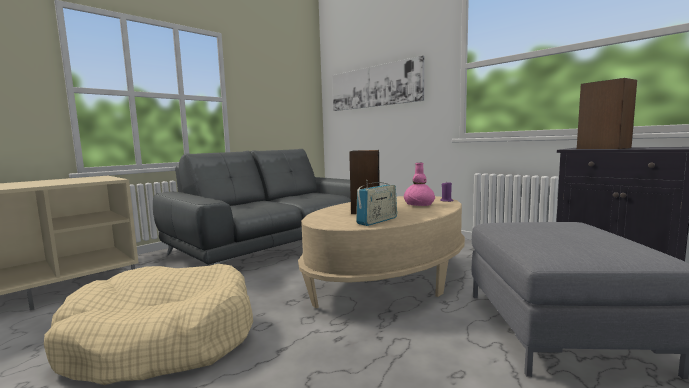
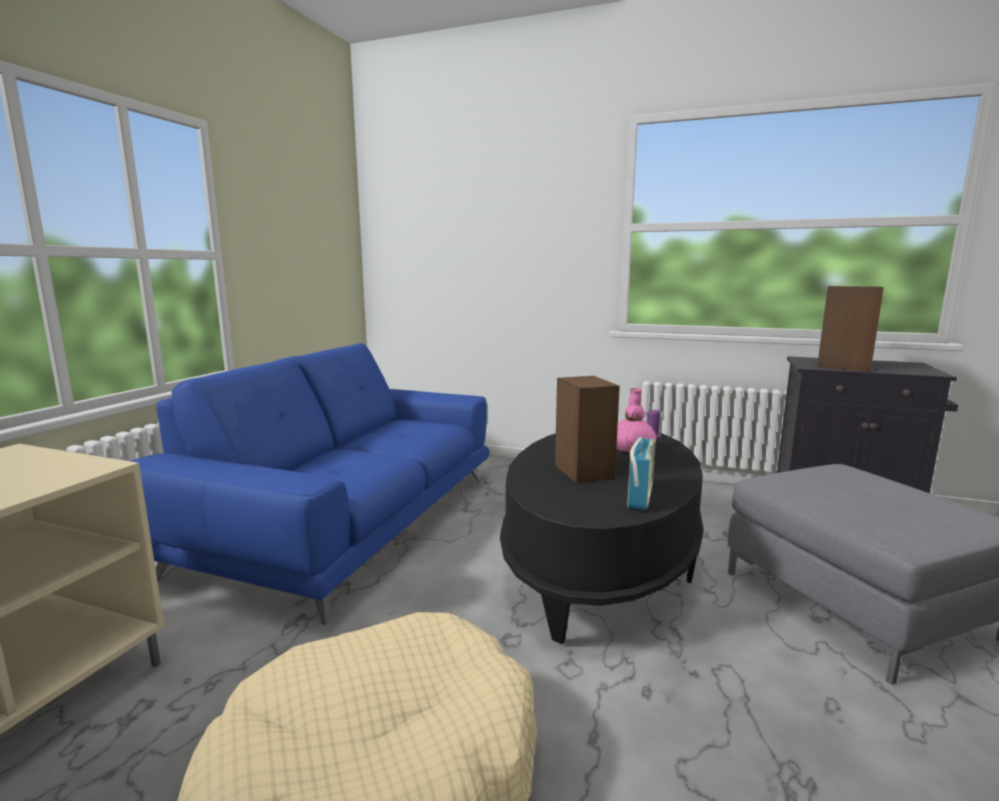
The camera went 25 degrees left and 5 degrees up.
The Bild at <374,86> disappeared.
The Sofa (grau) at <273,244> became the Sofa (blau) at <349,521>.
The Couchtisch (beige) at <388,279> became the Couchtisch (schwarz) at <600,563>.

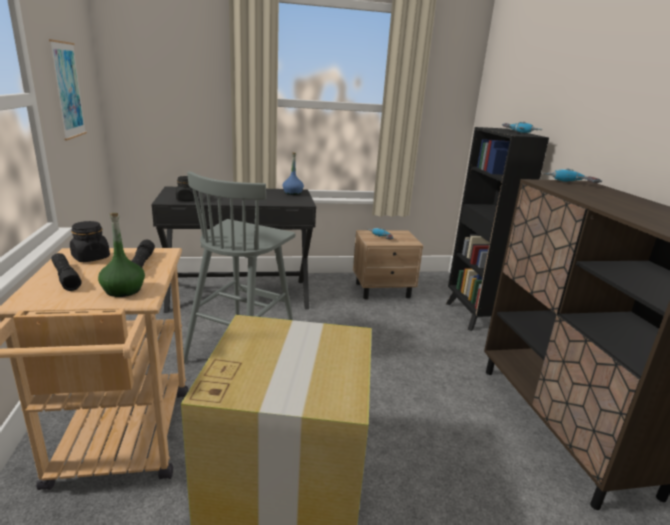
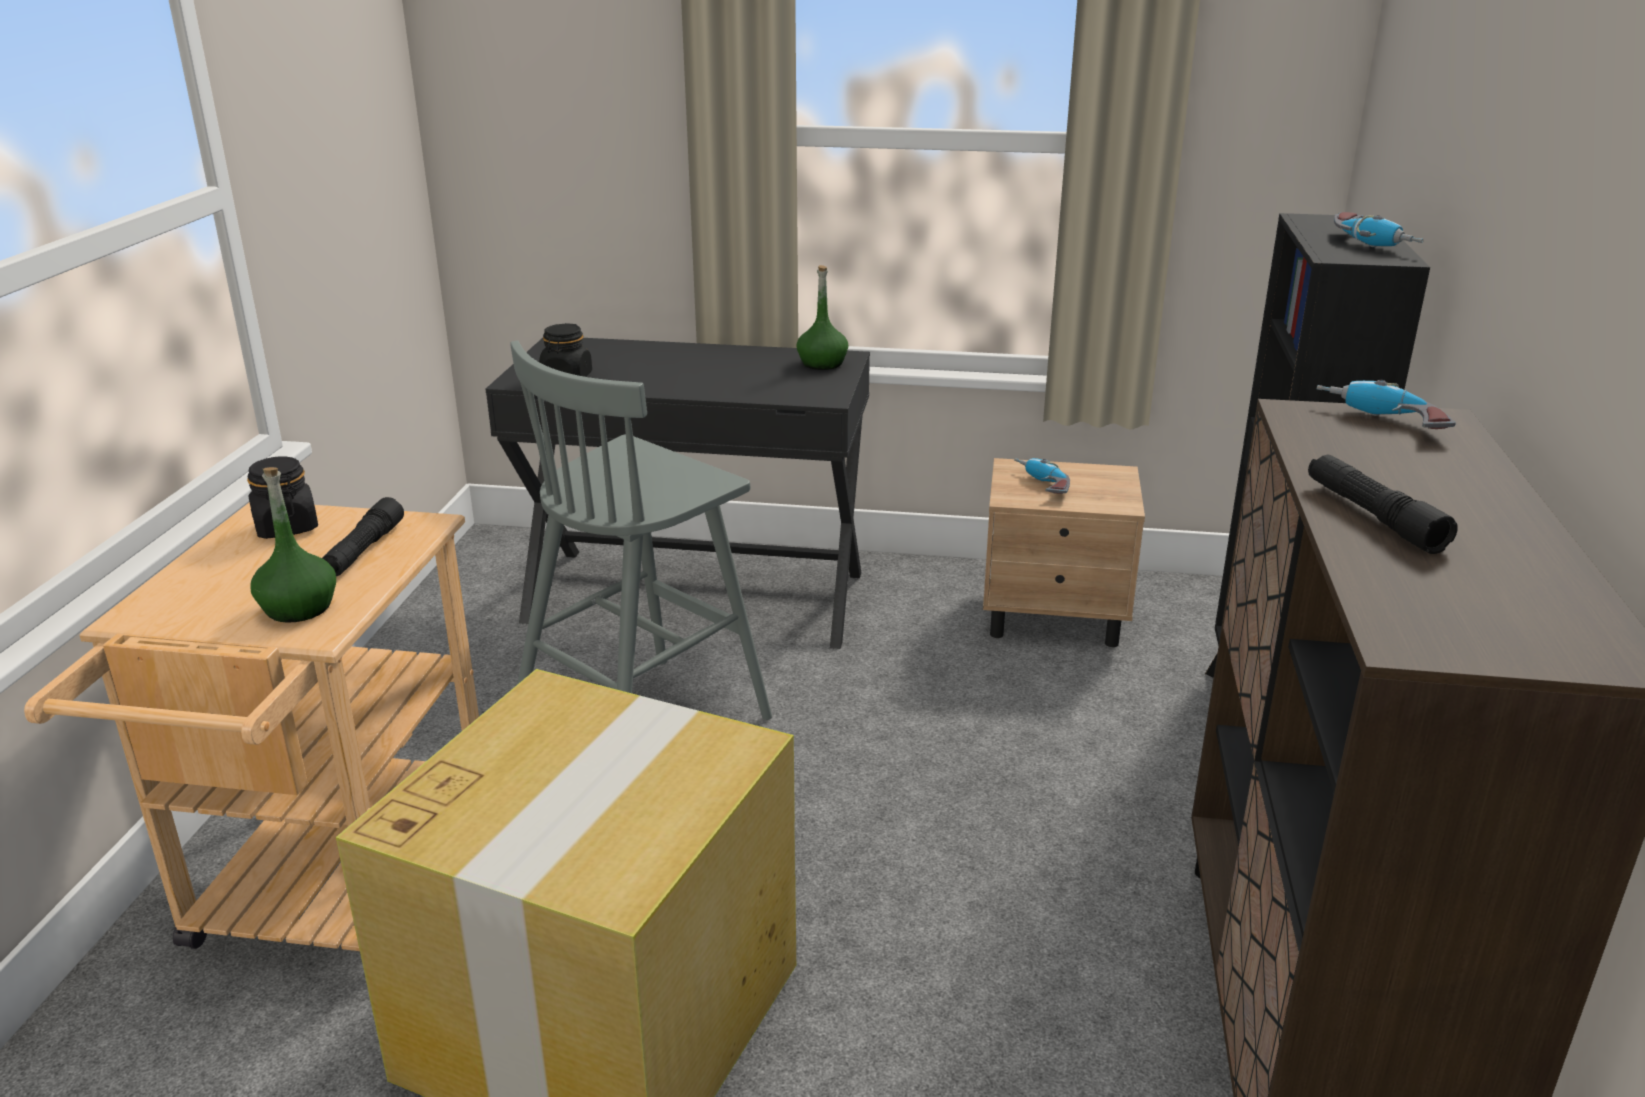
The camera went 20 degrees right and 5 degrees up.
The Bild at <68,90> disappeared.
The Taschenlampe (schwarz) moved from <65,277> to <1373,516>.
The Flasche (blau) at <293,193> became the Flasche (grün) at <822,364>.

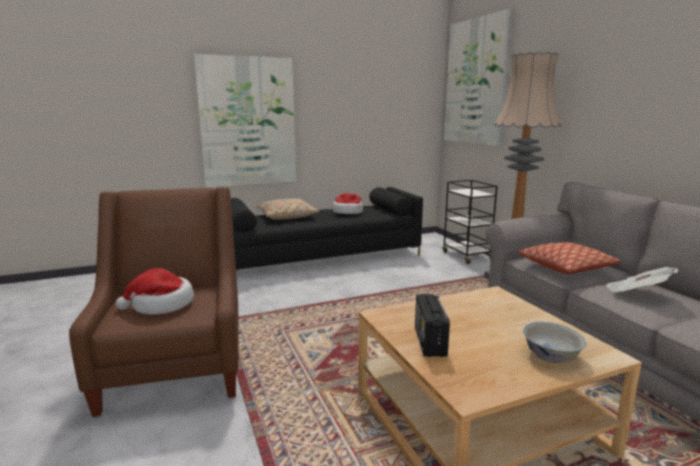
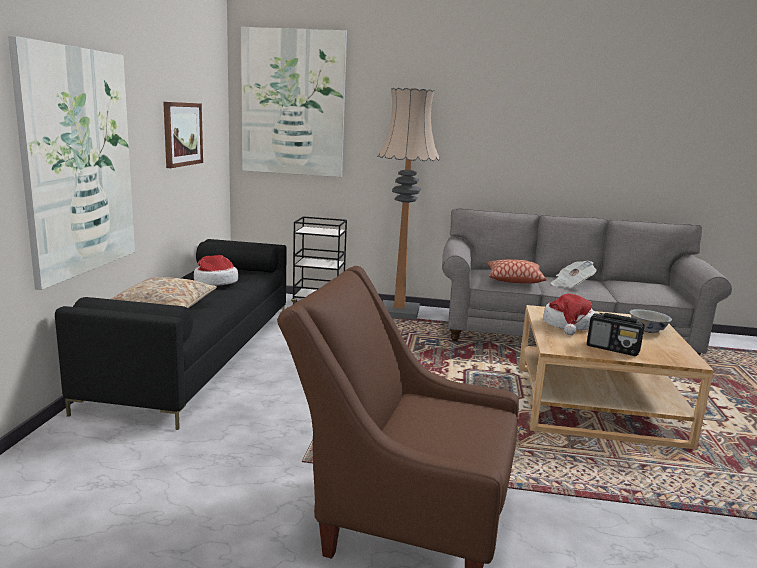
The camera went 60 degrees left and 0 degrees up.
The Bild at <182,134> appeared.
The Hut moved from <161,305> to <568,325>.

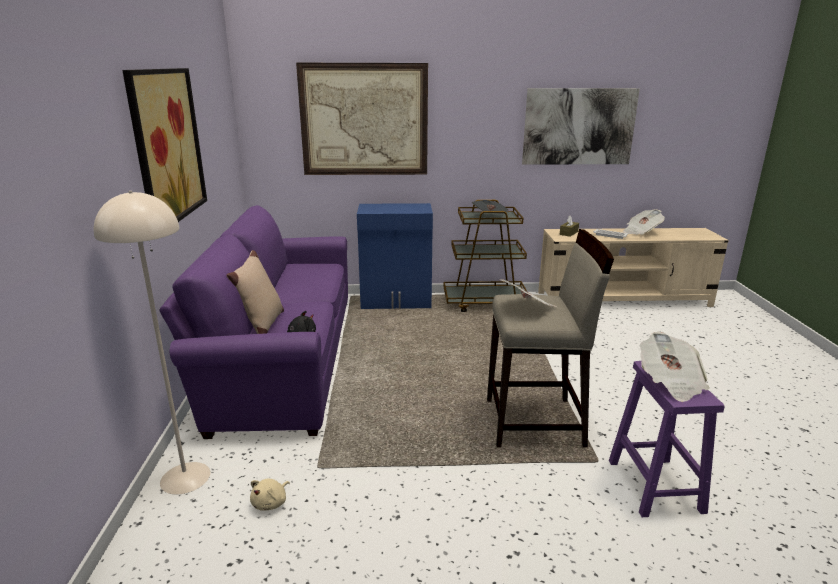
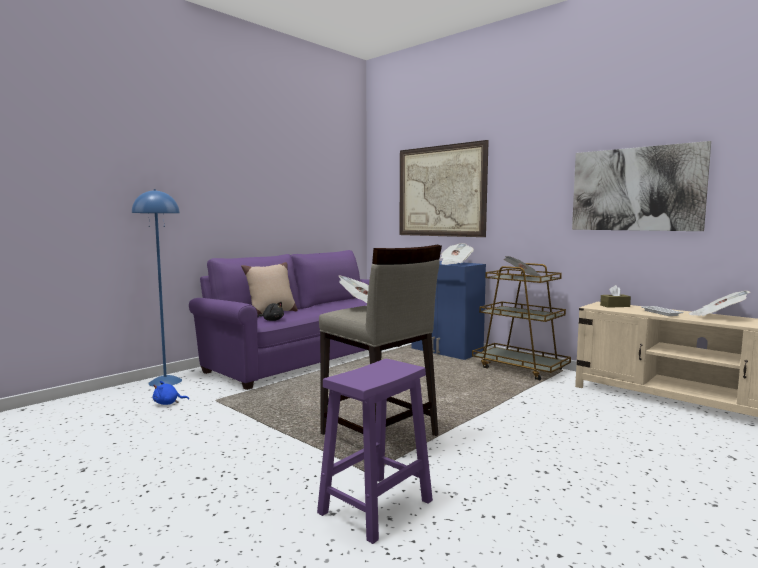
The camera went 45 degrees right and 15 degrees down.
The Bild at <167,146> disappeared.
The Zeitung moved from <670,382> to <455,263>.
The Stehlampe (beige) at <185,477> became the Stehlampe (blau) at <165,381>.
The Plüschtier (beige) at <271,503> became the Plüschtier (blau) at <168,403>.

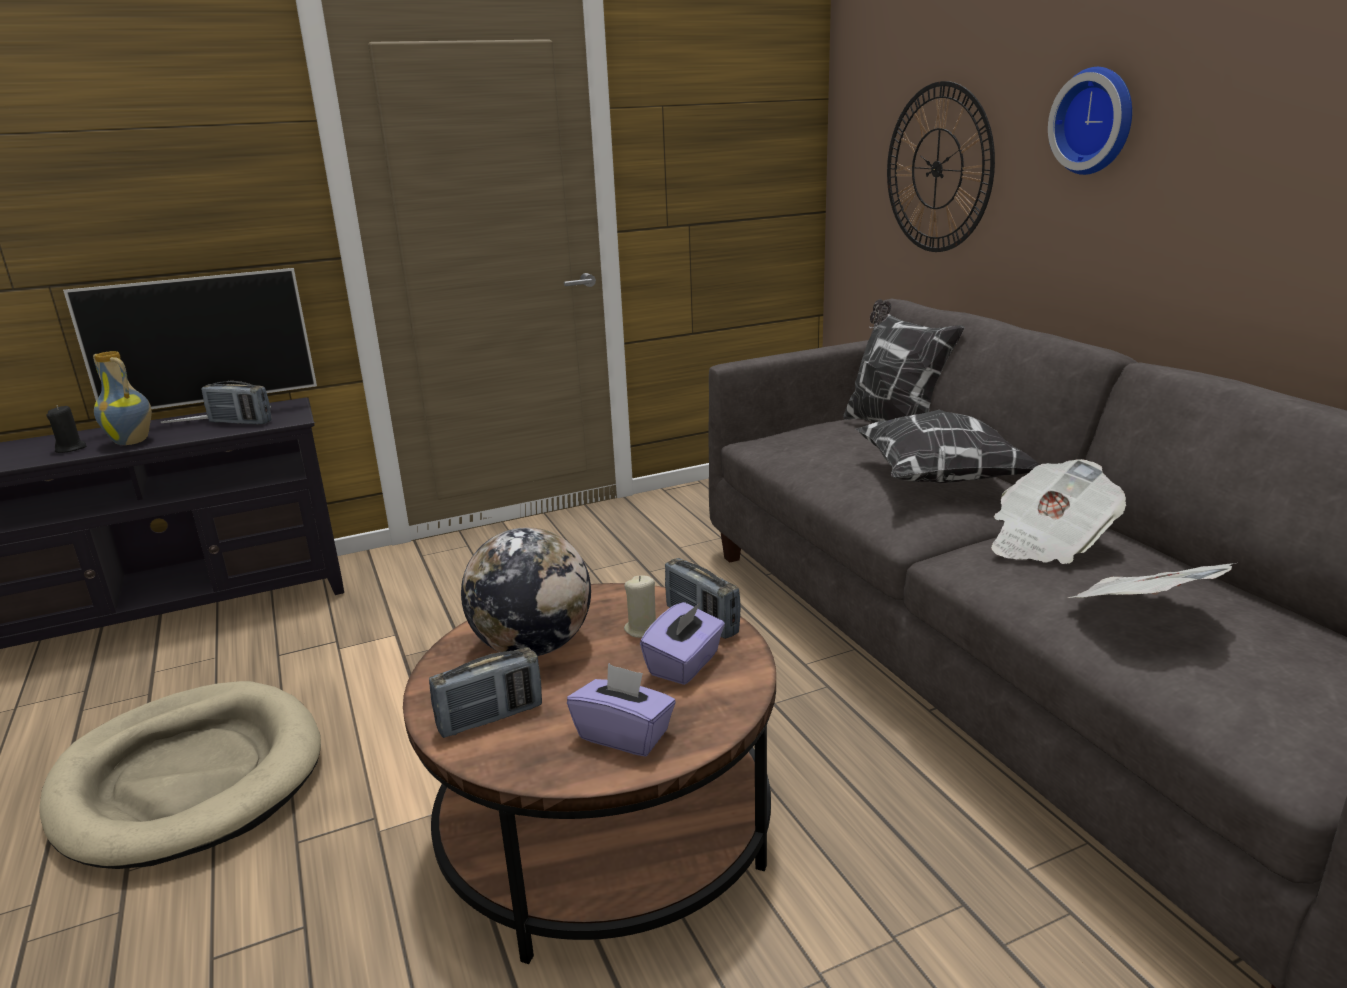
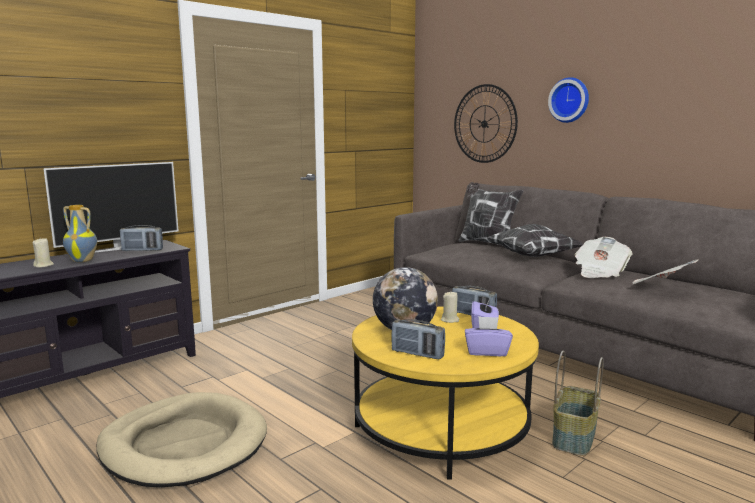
The camera went 20 degrees left and 10 degrees down.
The Korb at <575,437> appeared.
The Kerze (schwarz) at <71,448> became the Kerze (beige) at <43,265>.
The Couchtisch (braun) at <606,828> became the Couchtisch (gelb) at <441,427>.
The Radio at <490,718> turned 75 degrees clockwise.

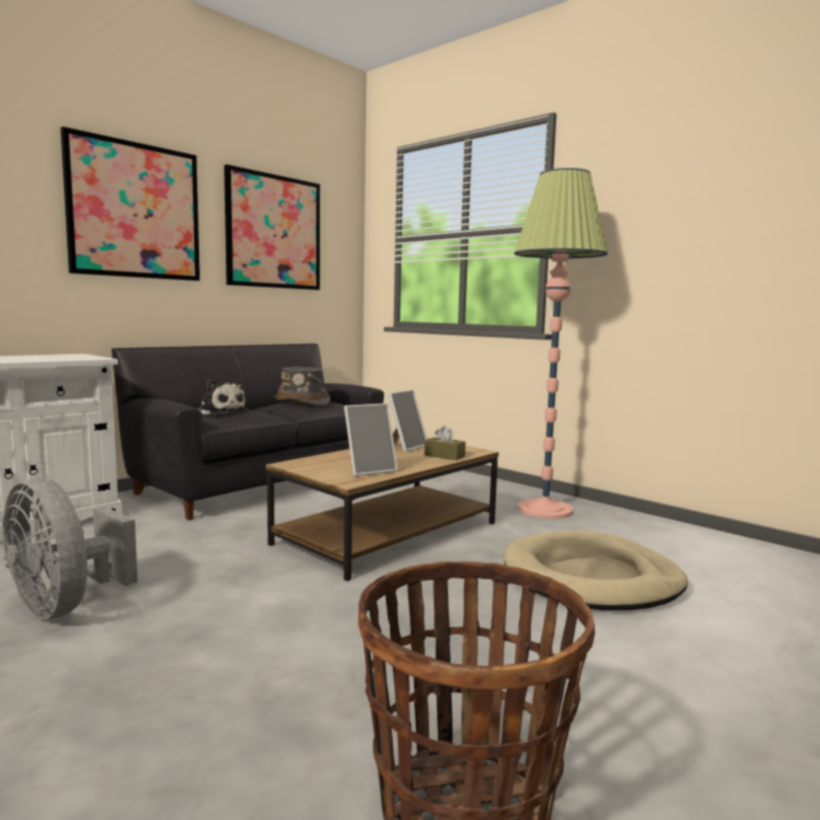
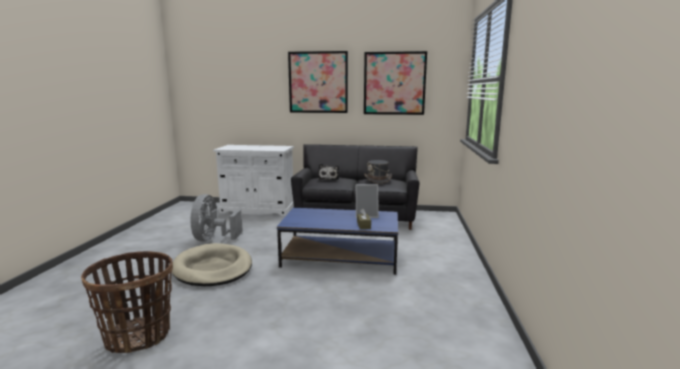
The camera went 55 degrees right and 5 degrees up.
The Bilderrahmen at <369,470> disappeared.
The Stehlampe at <545,509> disappeared.
The Hundebett (beige) moved from <592,578> to <213,268>.
The Couchtisch (braun) at <389,533> became the Couchtisch (blau) at <341,257>.

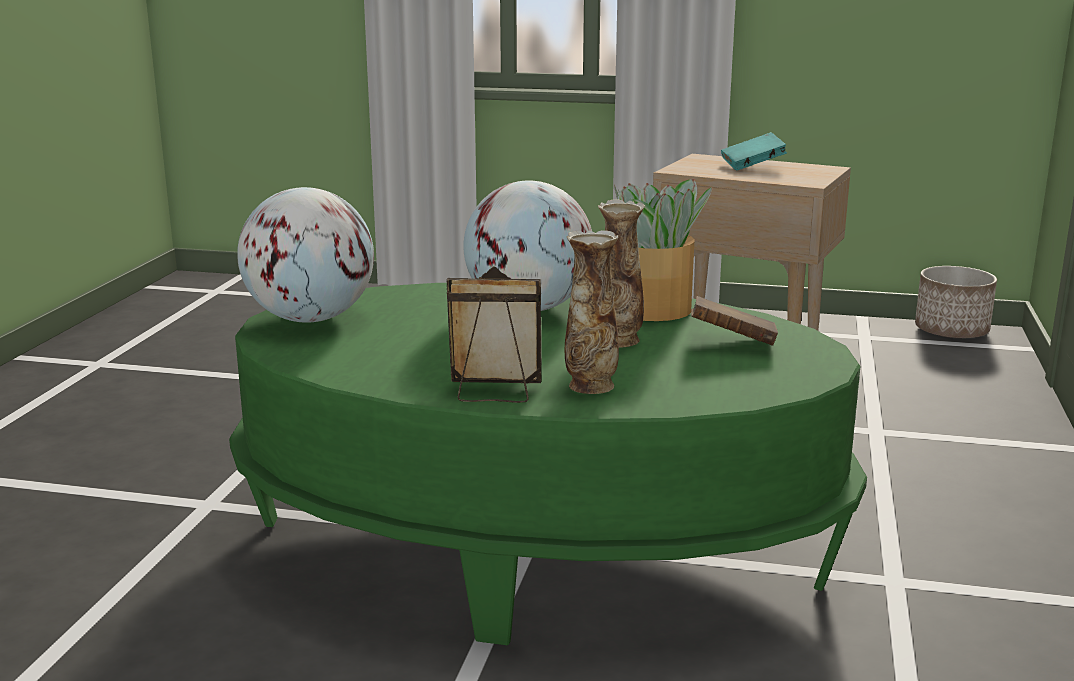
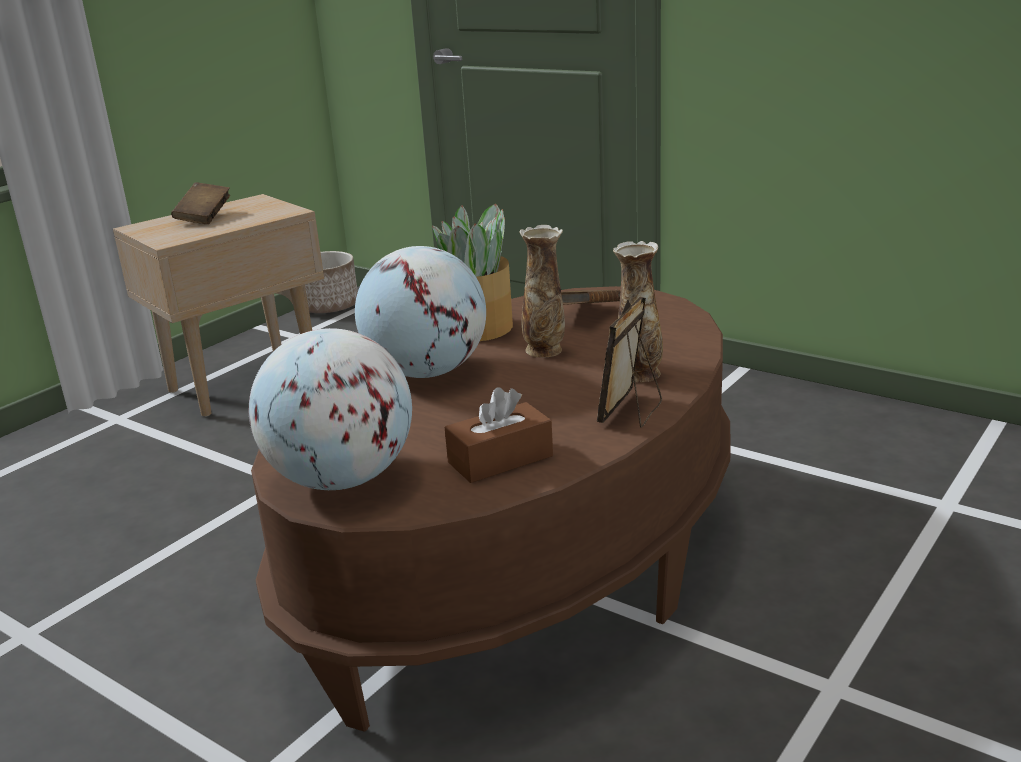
The camera went 65 degrees left and 5 degrees up.
The Taschentuchbox (braun) at <500,459> appeared.
The Couchtisch (grün) at <536,545> became the Couchtisch (braun) at <522,564>.
The Buch (türkis) at <752,166> became the Buch (braun) at <204,217>.

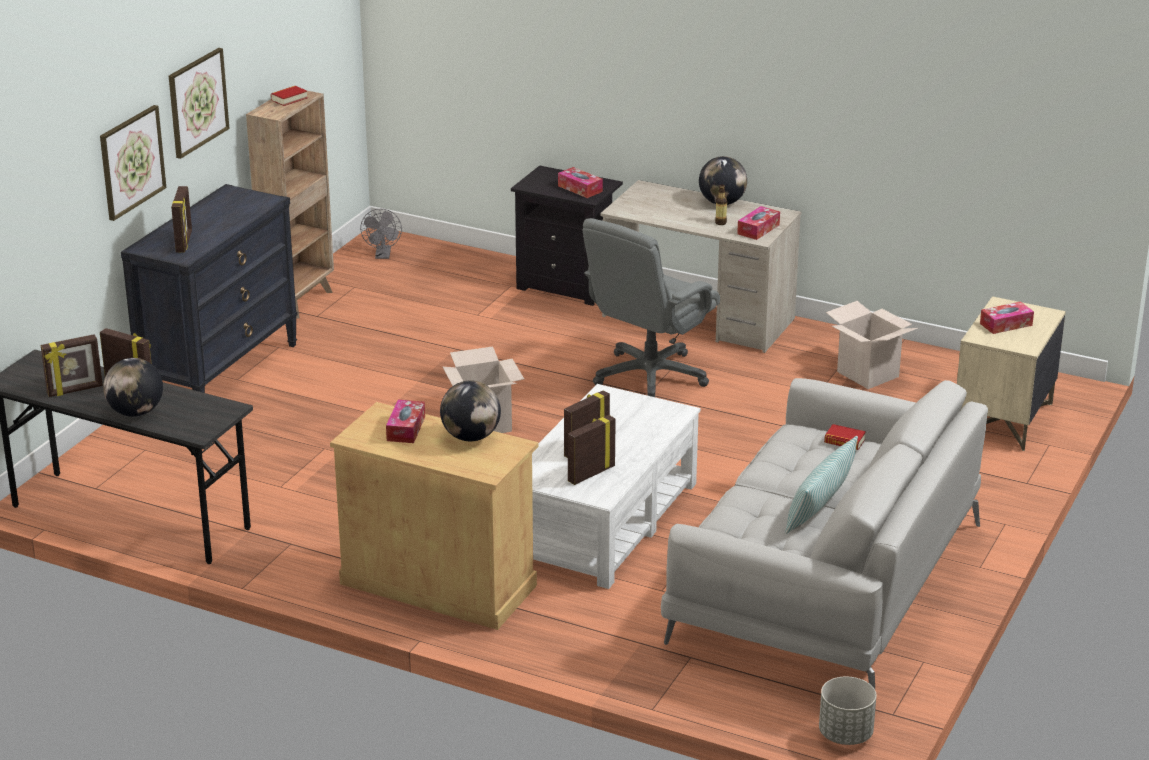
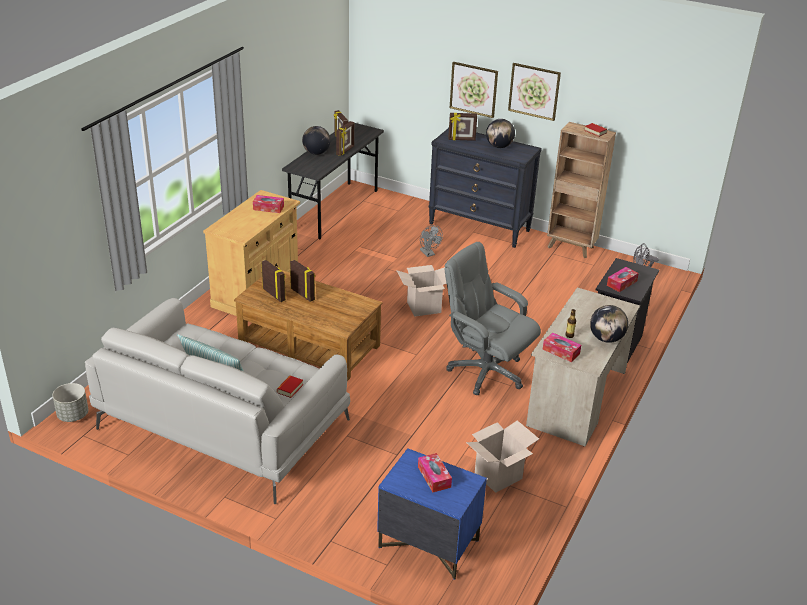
The camera went 90 degrees right and 5 degrees up.
The Ventilator (grau) at <428,254> appeared.
The Globus moved from <471,437> to <499,146>.
The Couchtisch (weiß) at <601,521> became the Couchtisch (braun) at <309,343>.
The Nachttisch (beige) at <1003,419> became the Nachttisch (blau) at <428,544>.

